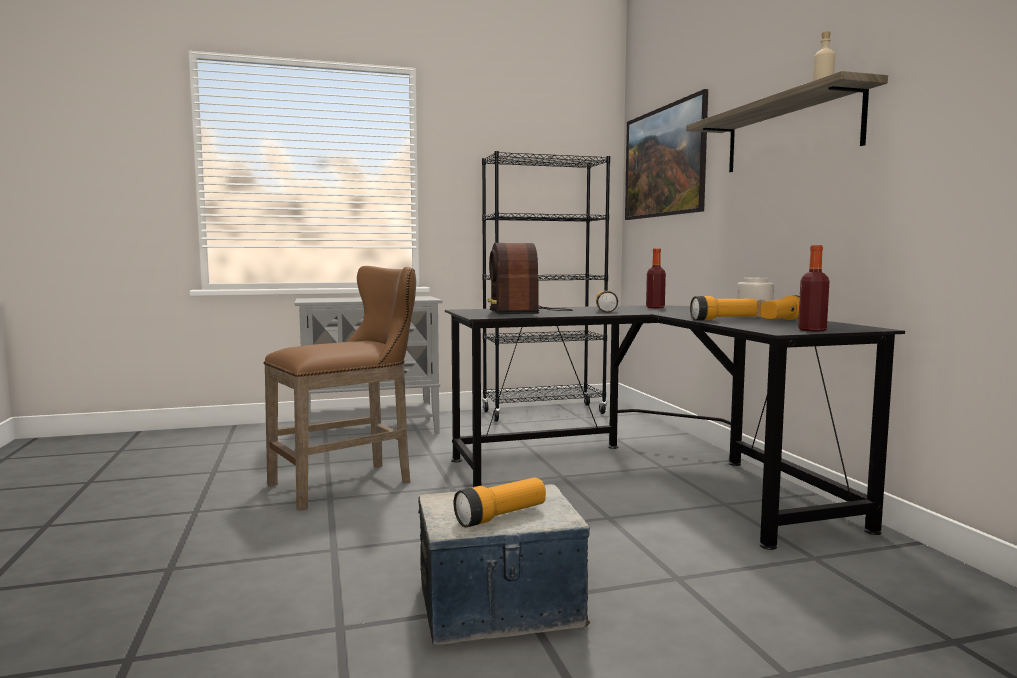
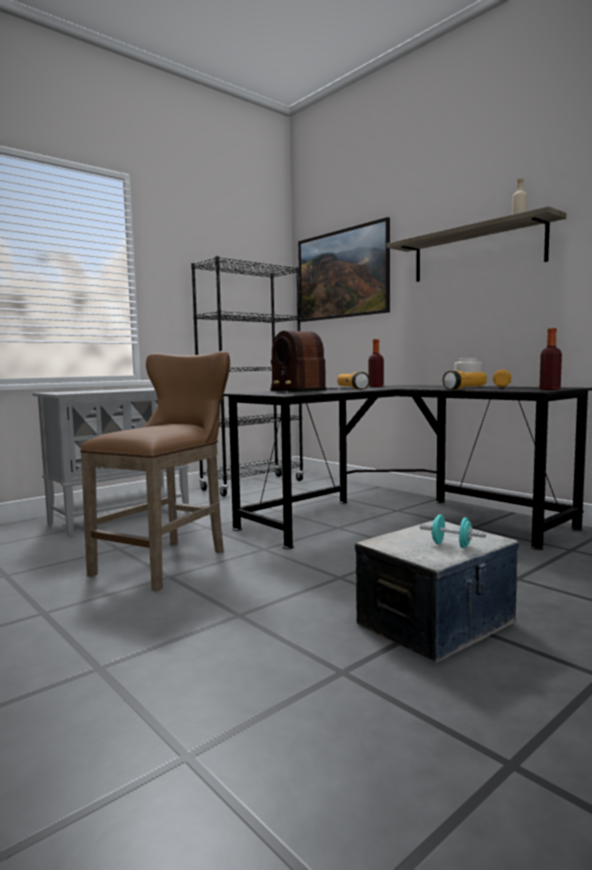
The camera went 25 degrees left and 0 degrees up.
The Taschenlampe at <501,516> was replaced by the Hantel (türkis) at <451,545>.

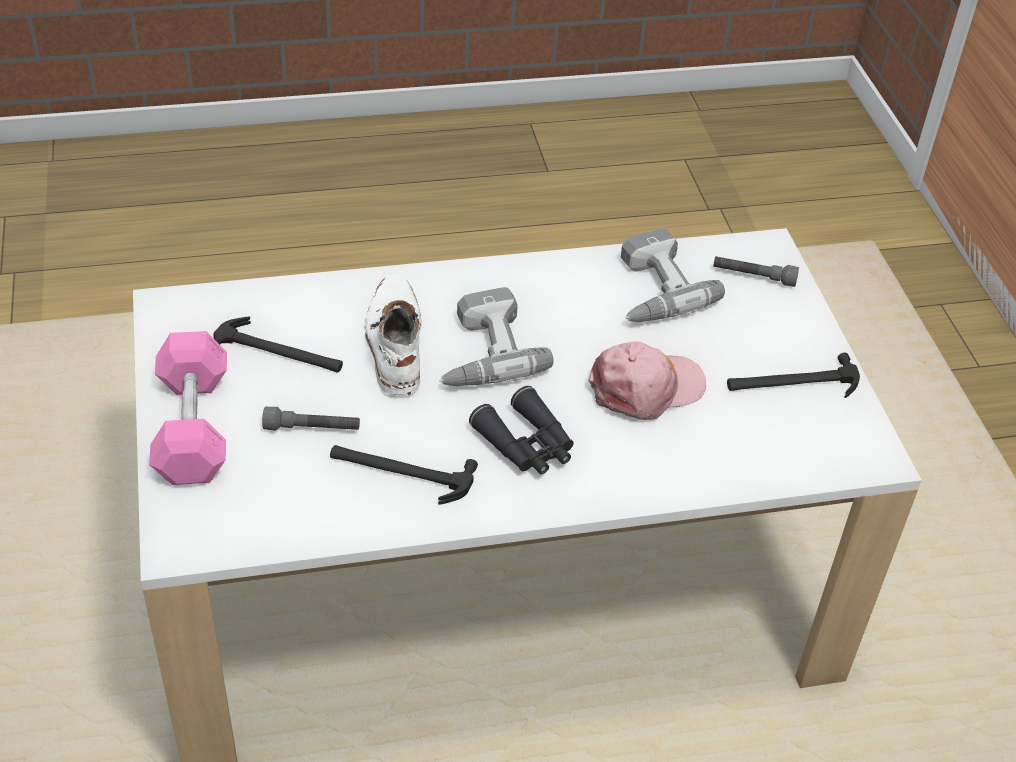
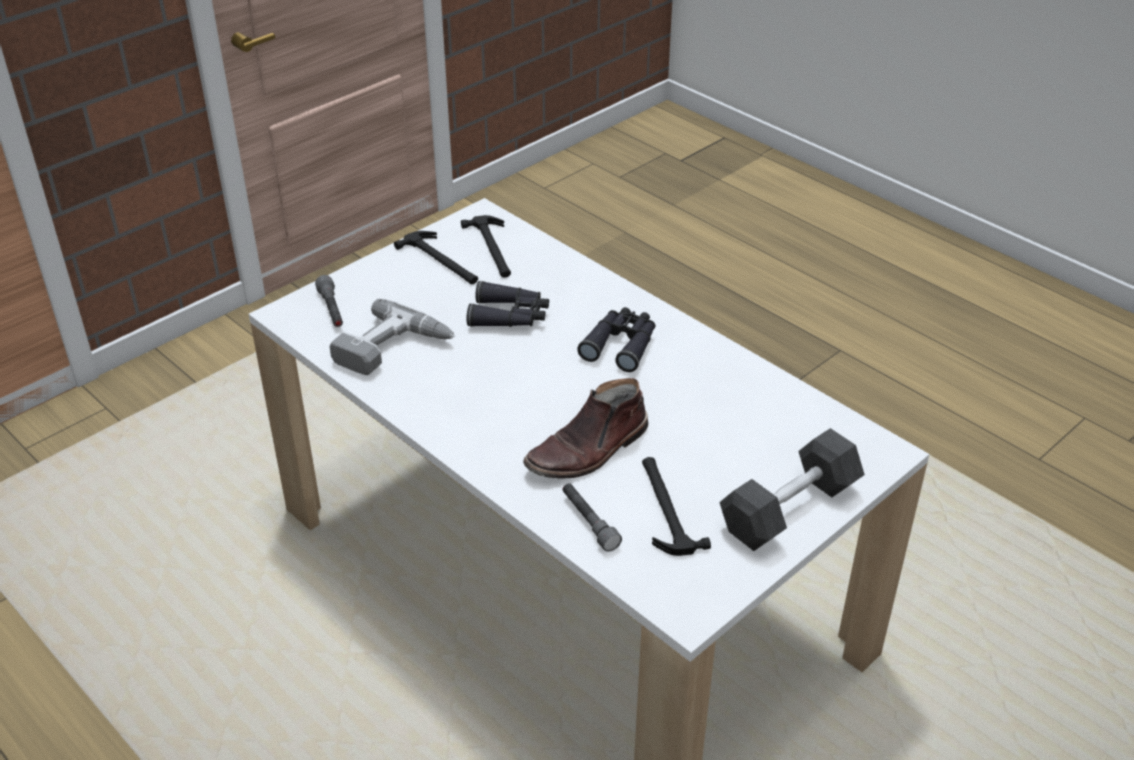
The camera went 120 degrees left and 5 degrees down.
The Bohrmaschine at <481,352> disappeared.
The Taschenlampe (grau) moved from <312,429> to <589,522>.
The Hammer moved from <400,472> to <493,249>.
The Kappe (rosa) at <646,388> was replaced by the Fernglas (schwarz) at <510,316>.
The Hantel (rosa) at <193,427> became the Hantel (grau) at <789,509>.
The Stiefel (weiß) at <394,344> became the Stiefel (braun) at <588,451>.

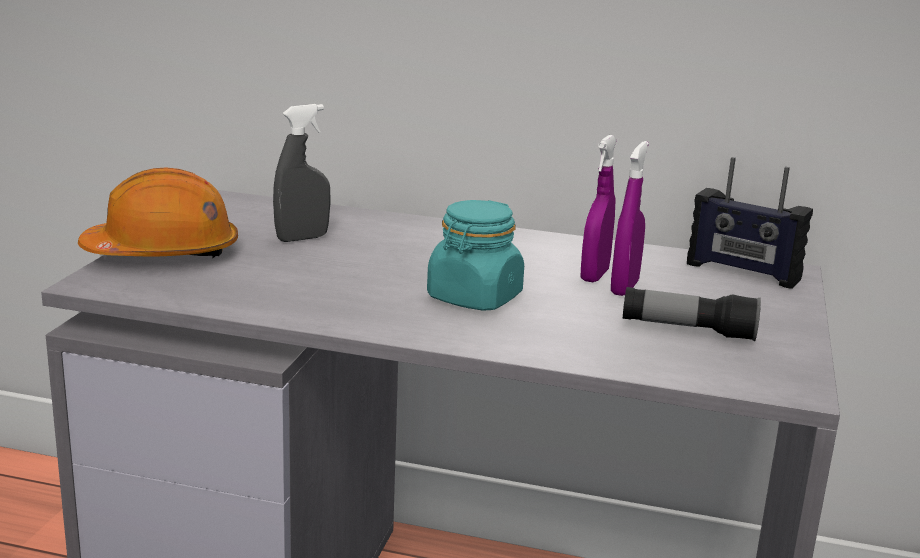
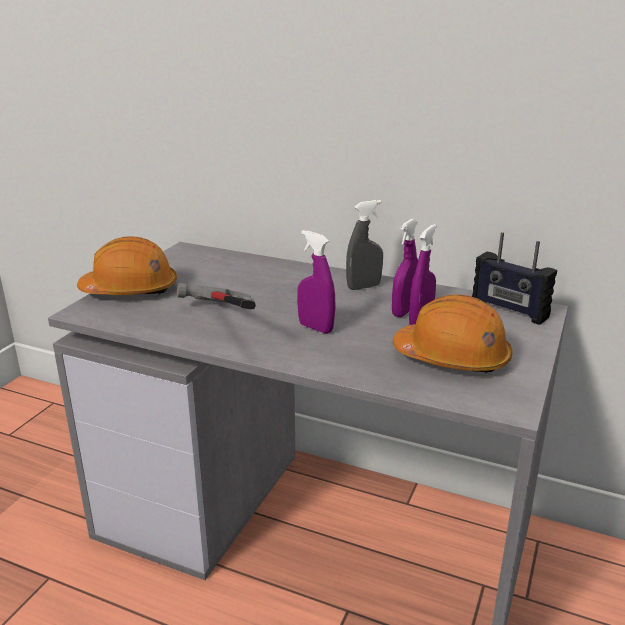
The camera went 10 degrees right and 5 degrees up.
The Hammer at <221,325> appeared.
The Sprühflasche (grau) moved from <302,238> to <363,287>.
The Vorratsglas (türkis) at <474,298> was replaced by the Sprühflasche (lila) at <315,328>.
The Taschenlampe at <687,330> was replaced by the Schutzhelm (orange) at <452,357>.

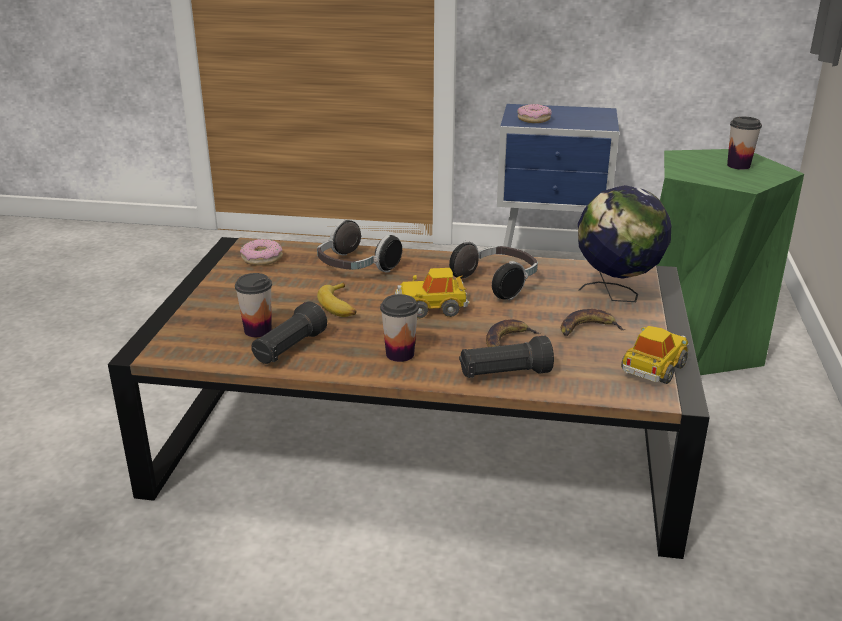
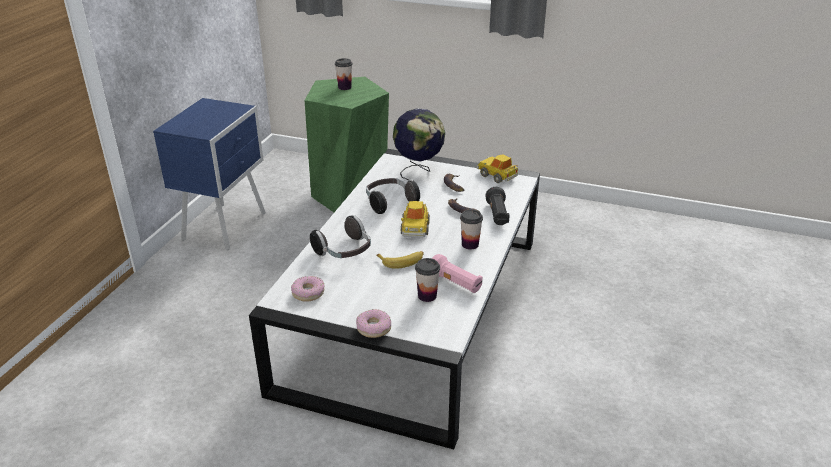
The camera went 80 degrees left and 5 degrees up.
The Donut moved from <534,119> to <374,328>.
The Couchtisch (braun) at <418,437> became the Couchtisch (weiß) at <416,311>.
The Taschenlampe (schwarz) at <289,349> became the Taschenlampe (rosa) at <455,283>.

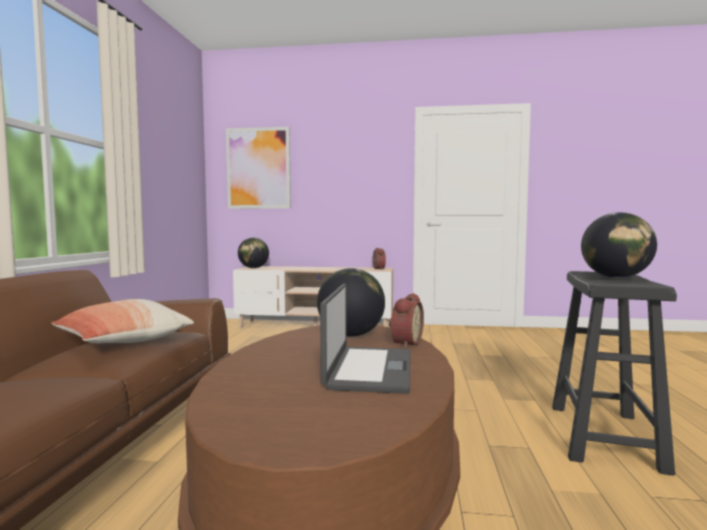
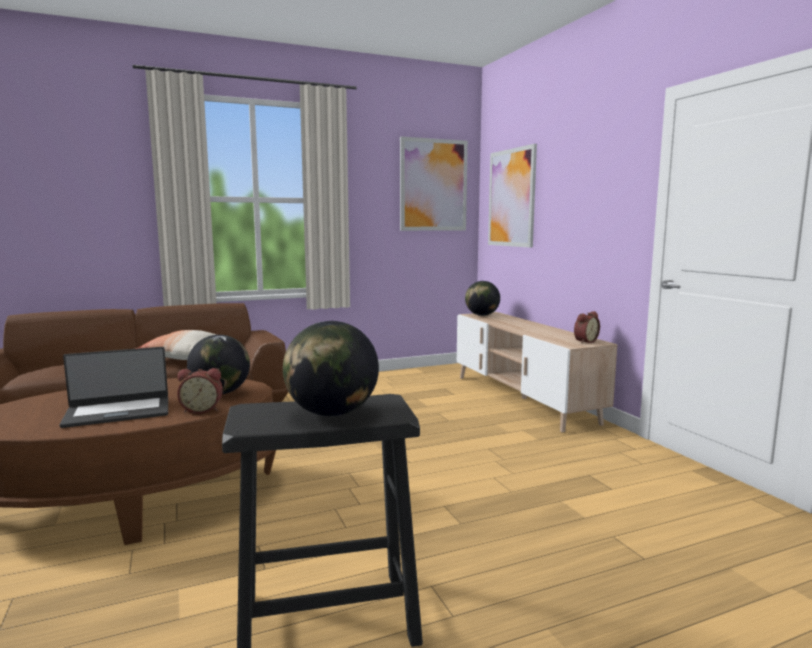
The camera went 60 degrees right and 5 degrees up.
The Bild at <433,185> appeared.

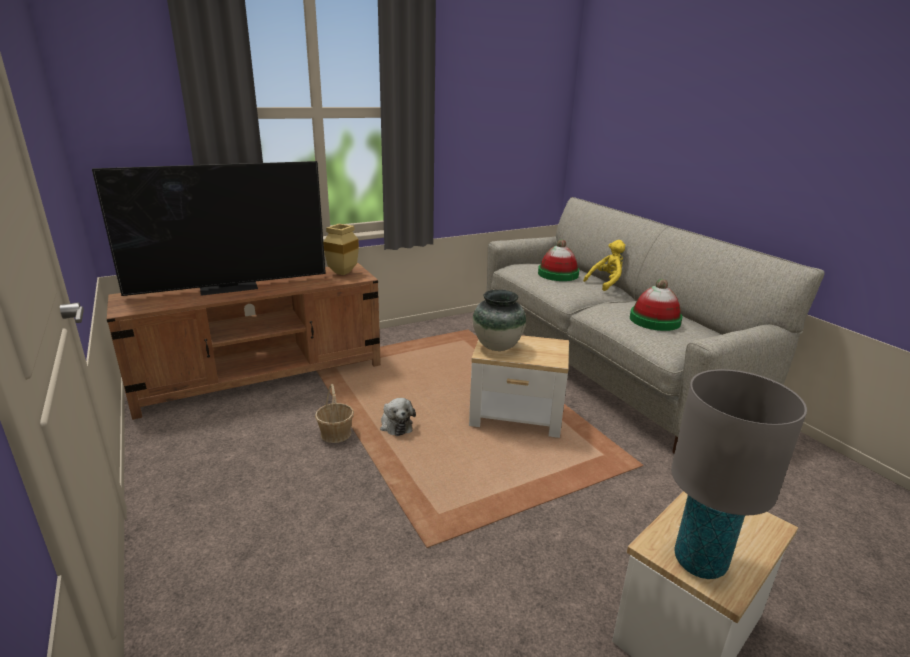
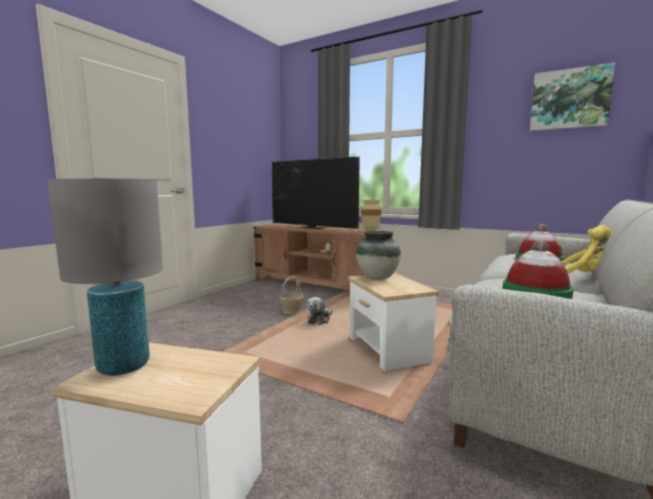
The camera went 60 degrees right and 15 degrees down.
The Bild at <569,99> appeared.

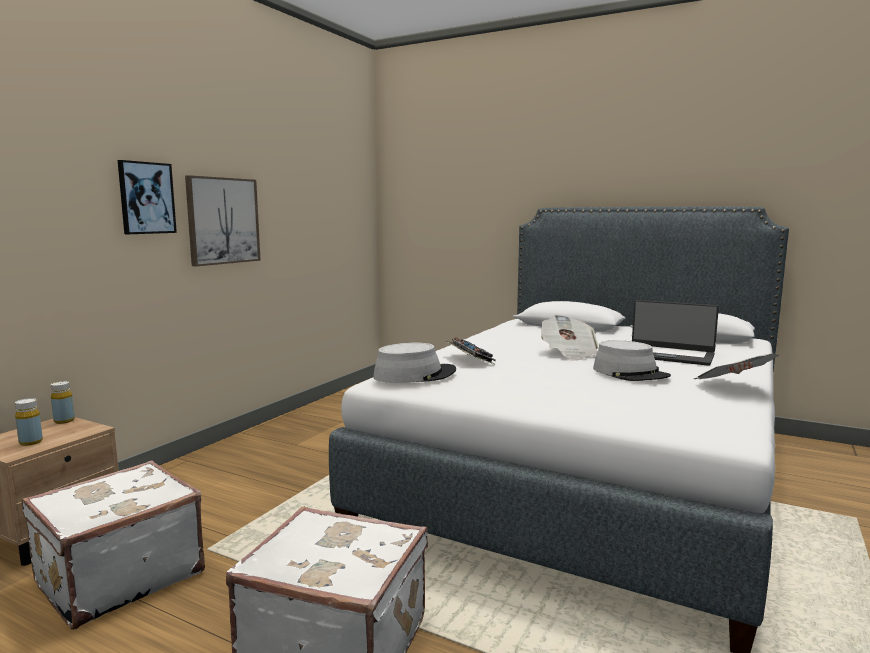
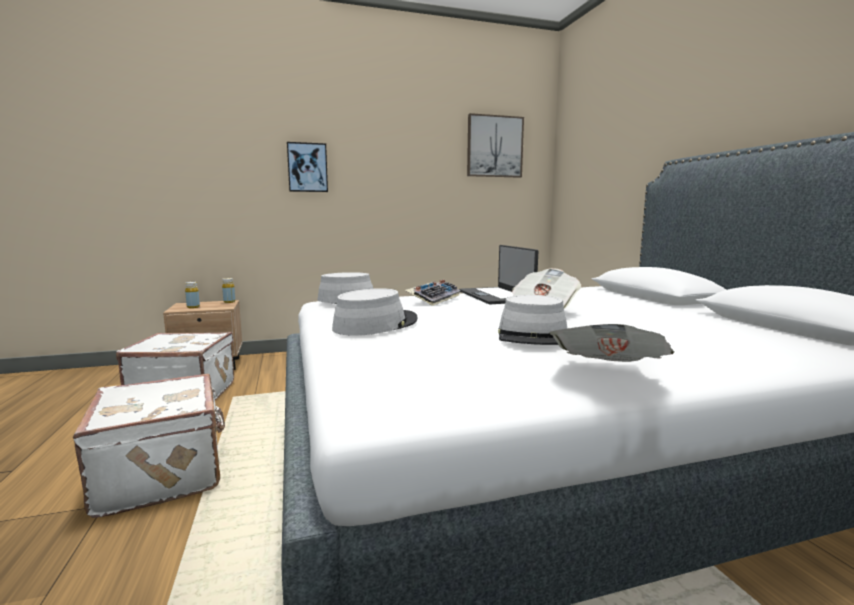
The camera went 45 degrees right and 0 degrees up.
The Hut (grau) at <375,324> appeared.
The Bild moved from <223,221> to <494,146>.
The Laptop moved from <668,355> to <496,296>.

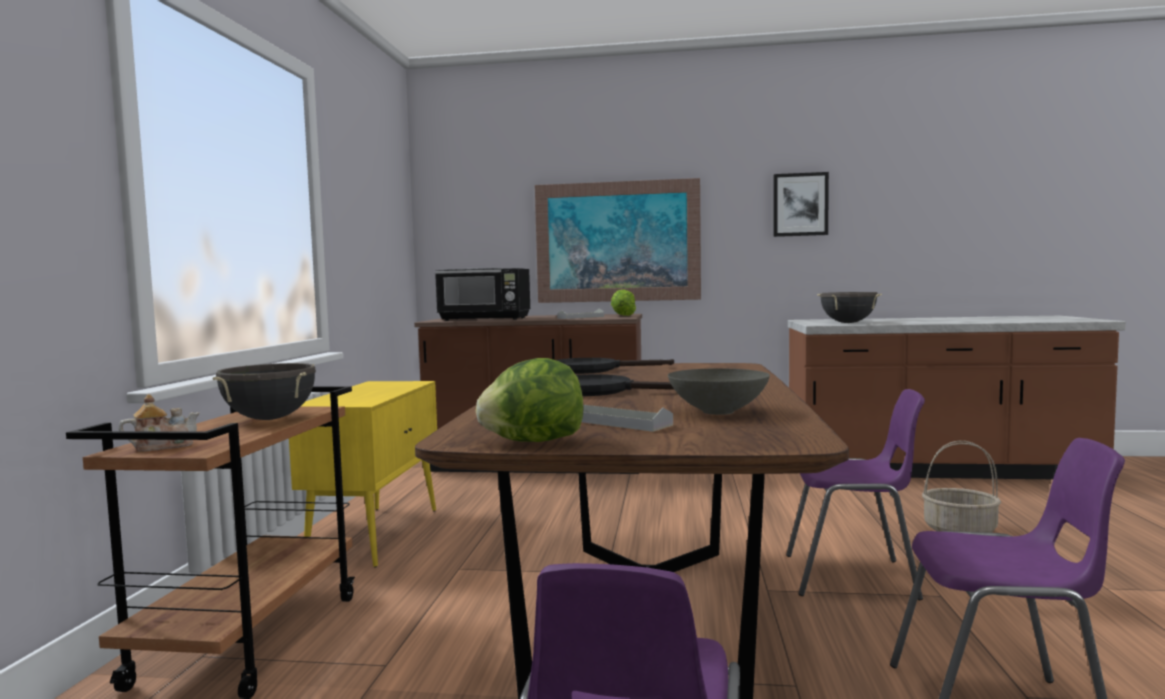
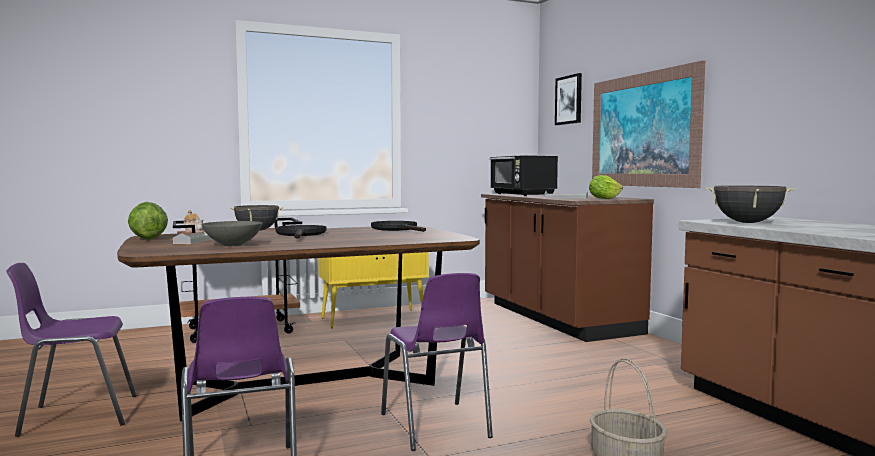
The camera went 60 degrees right and 0 degrees up.
The Bild moved from <800,204> to <569,100>.

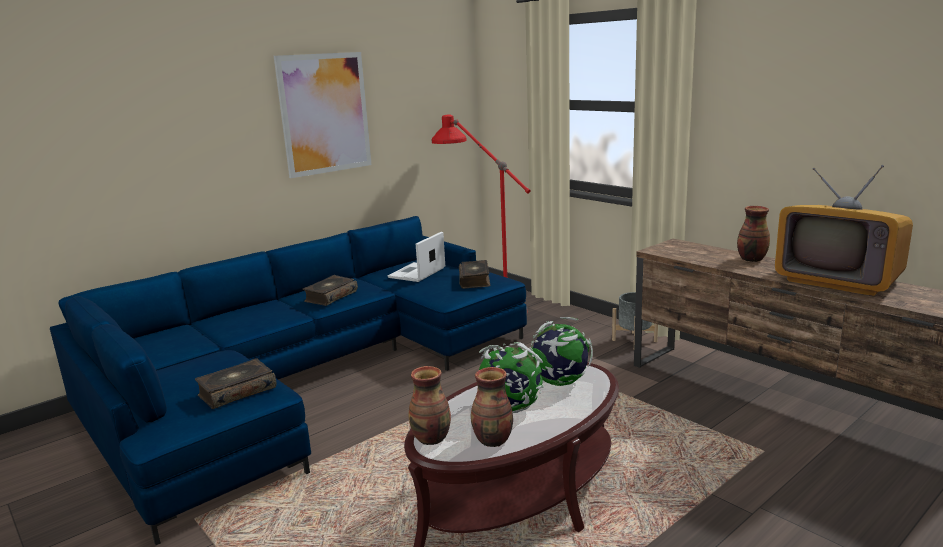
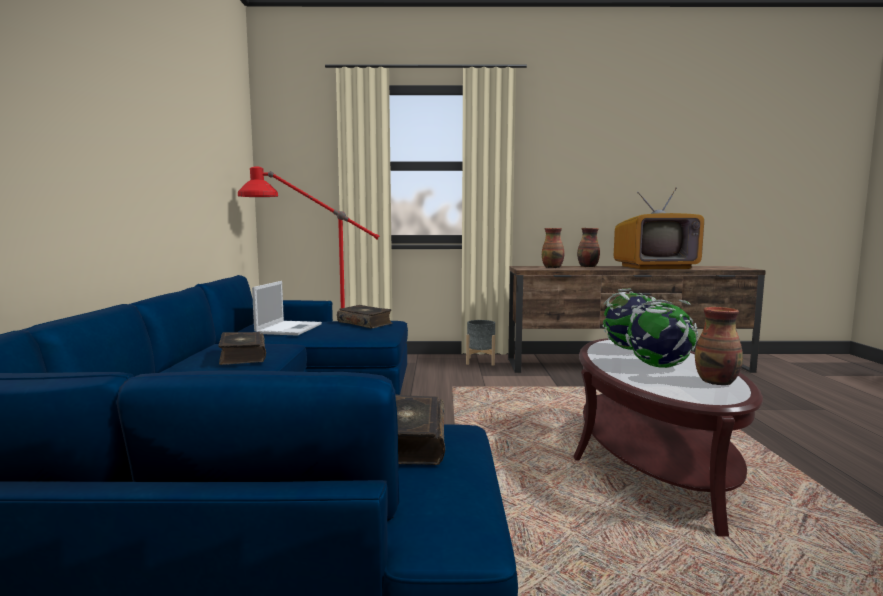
The camera went 50 degrees left and 10 degrees down.
The Bild at <324,113> disappeared.
The Vase moved from <432,438> to <552,267>.
The Laptop at <416,273> turned 150 degrees counterclockwise.

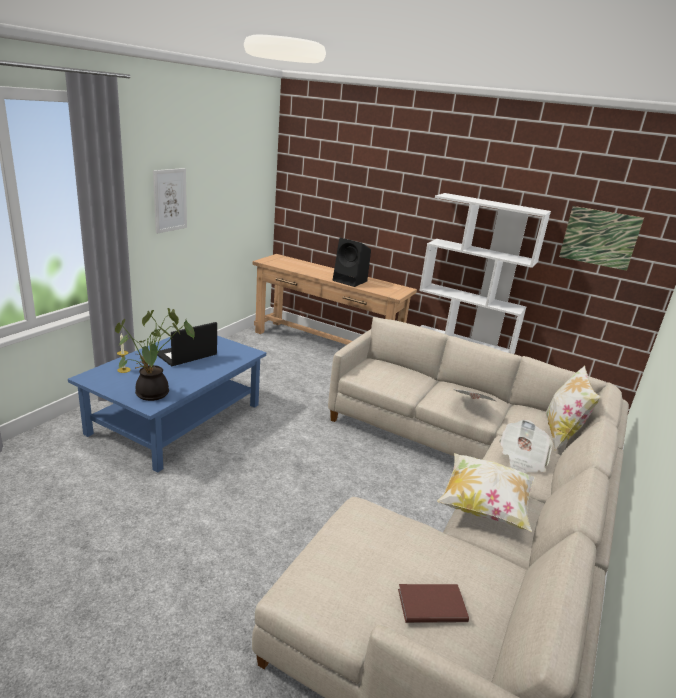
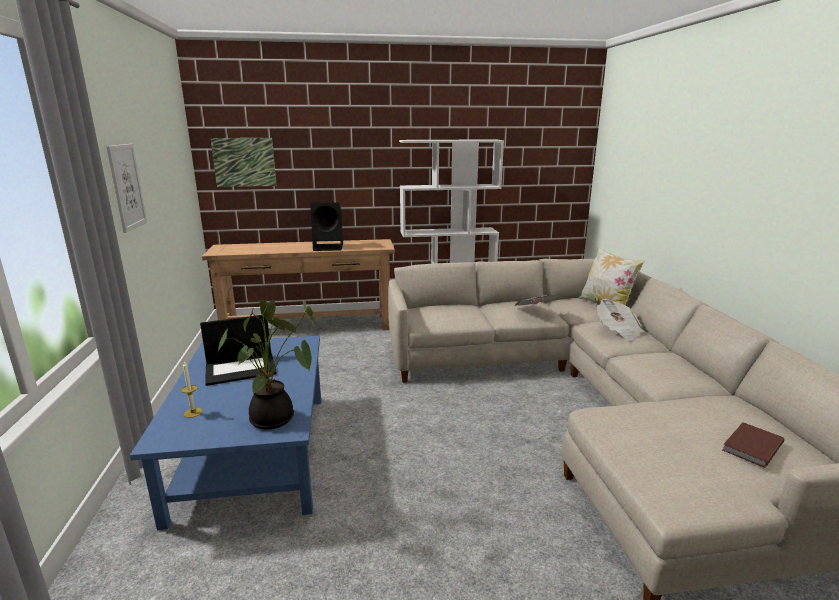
The camera went 35 degrees left and 5 degrees down.
The Kissen at <484,506> disappeared.
The Bild moved from <599,238> to <244,162>.
The Laptop at <186,354> turned 120 degrees counterclockwise.

